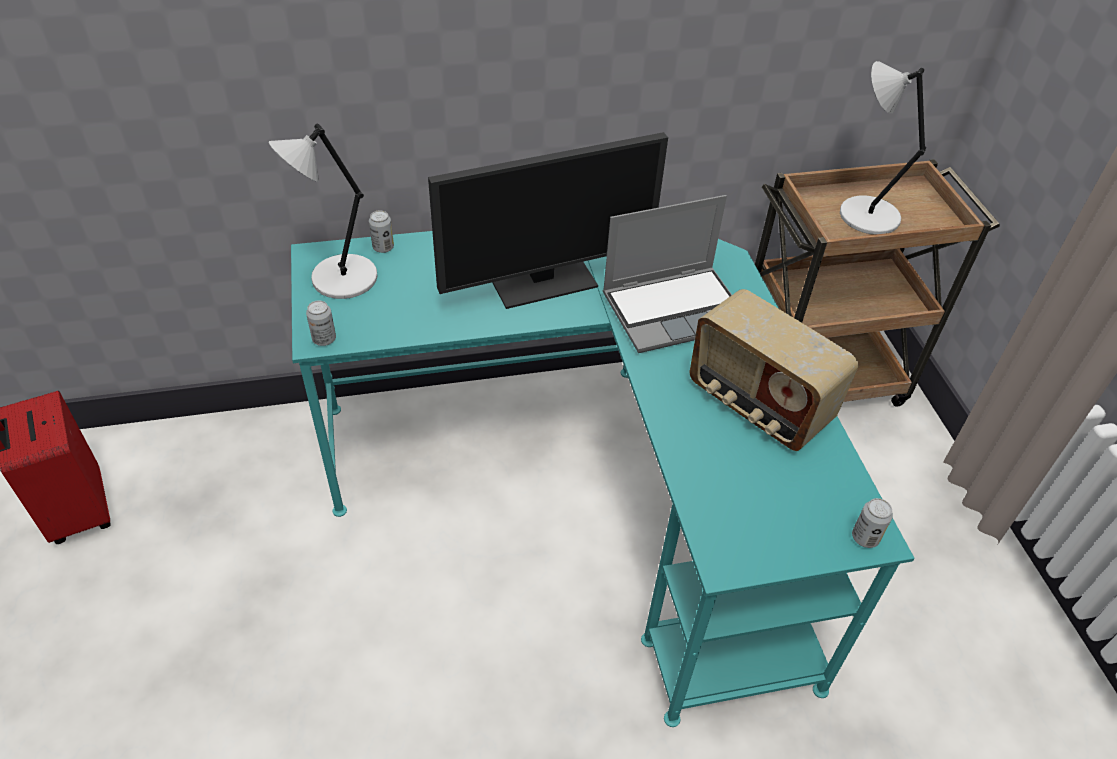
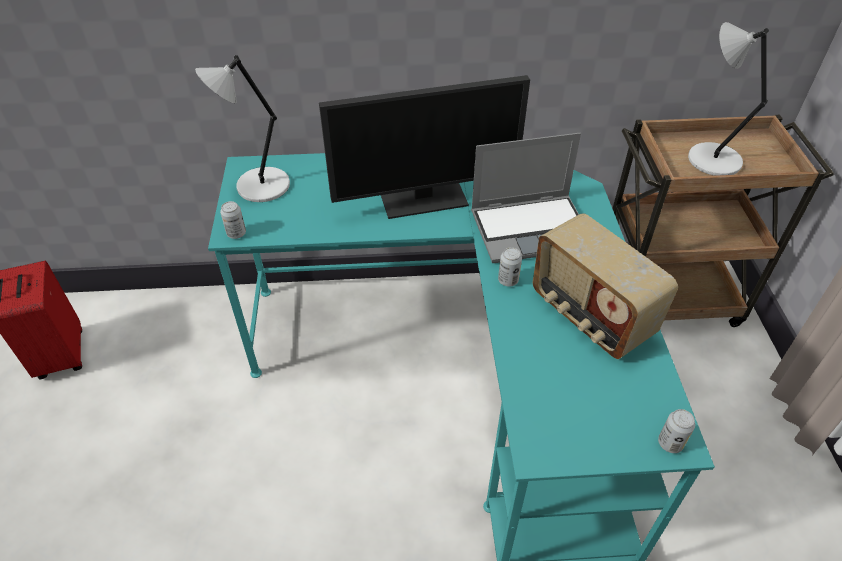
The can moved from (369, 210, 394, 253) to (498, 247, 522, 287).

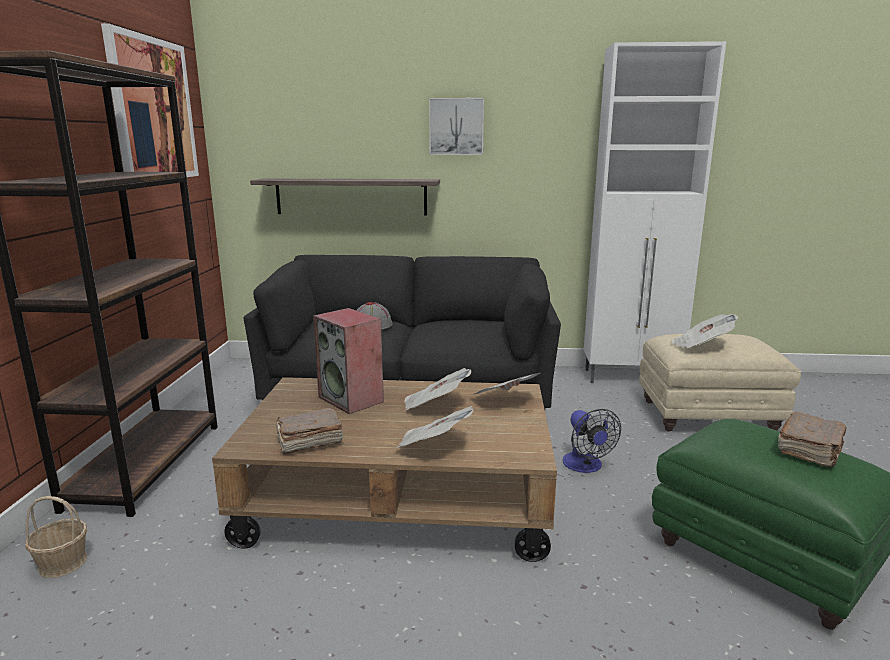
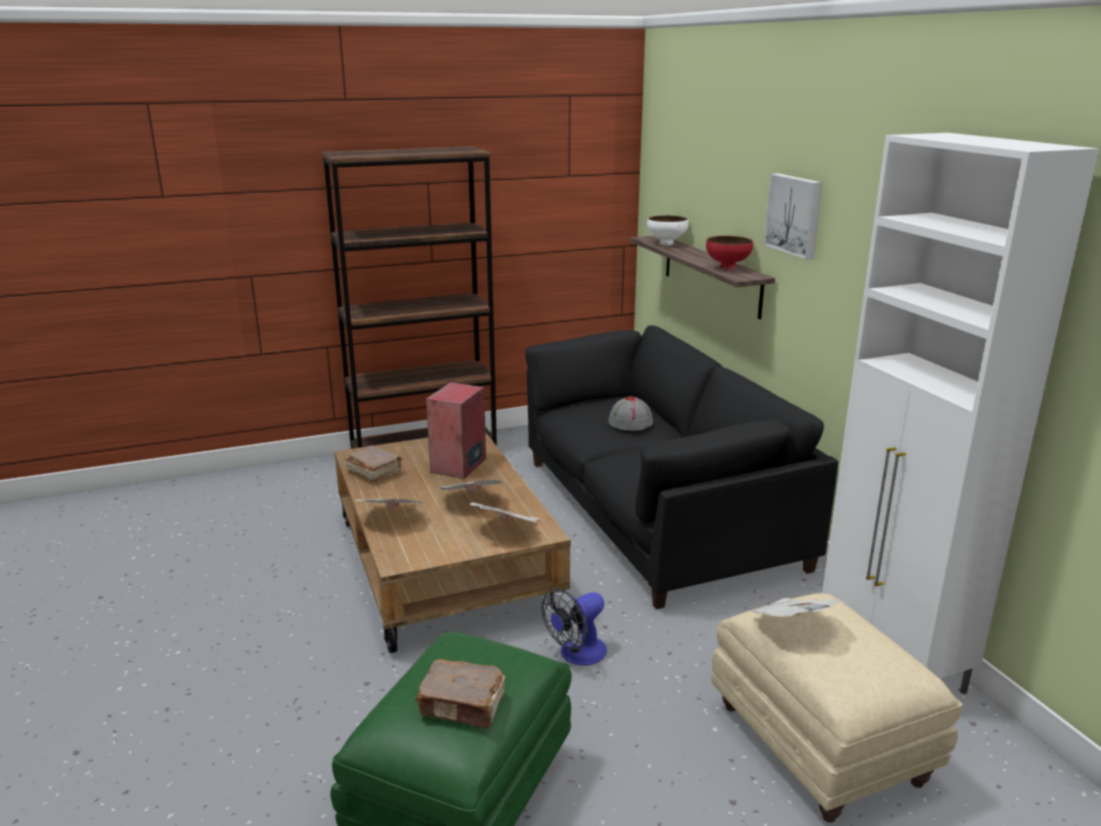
The picture at (101, 23, 199, 177) disappeared. The household basket at (25, 496, 87, 578) disappeared. The whitish serving bowl at (647, 215, 689, 245) appeared. The red serving bowl at (706, 236, 753, 271) appeared.

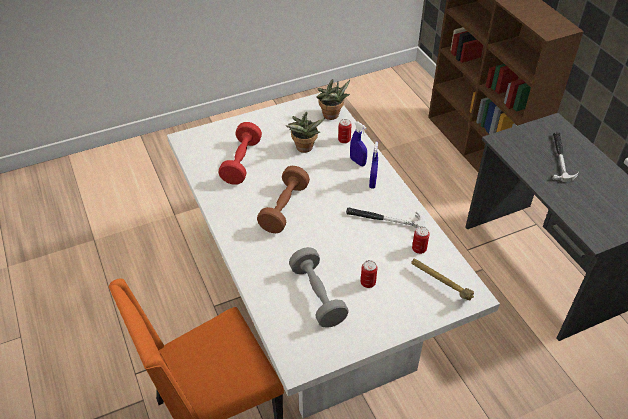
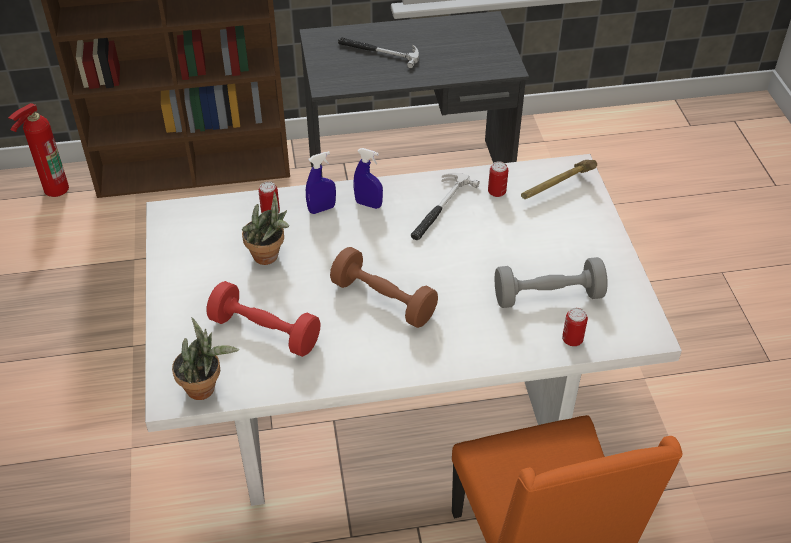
The houseplant moved from (316, 79, 350, 120) to (172, 318, 239, 400). The can moved from (361, 260, 377, 288) to (562, 308, 588, 346). The fire-fighting cylinder at (8, 103, 69, 197) appeared.

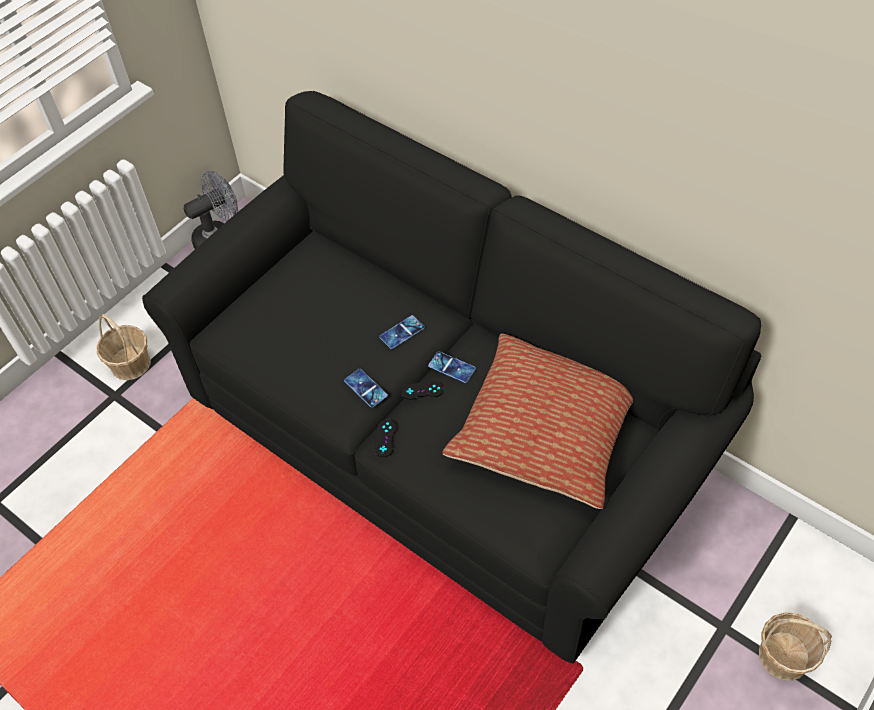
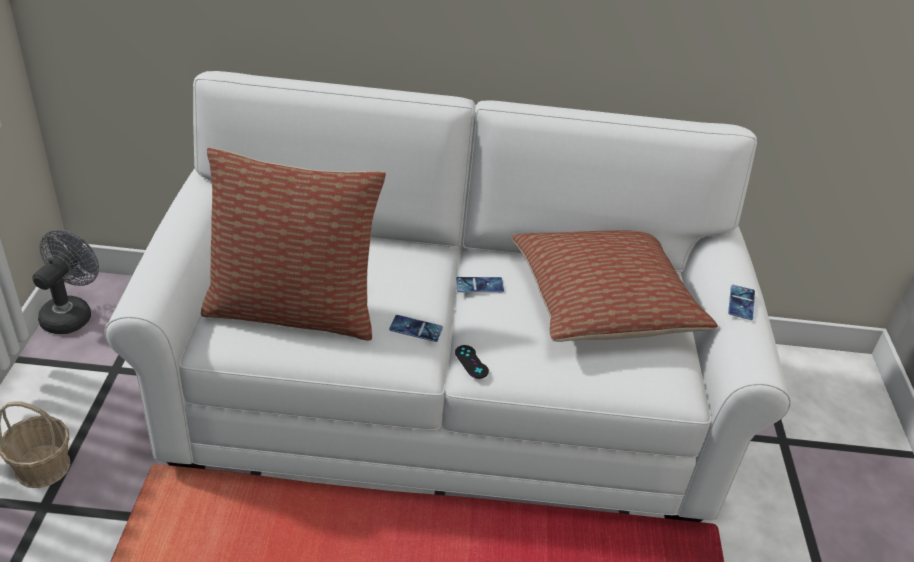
The blackish sofa at (142, 91, 762, 664) became the whitish sofa at (104, 71, 791, 522). The phone moved from (379, 315, 425, 349) to (728, 285, 755, 320). The blackish gamepad at (402, 381, 444, 400) disappeared. The household basket at (759, 612, 832, 681) disappeared. The throw pillow at (201, 147, 386, 340) appeared.

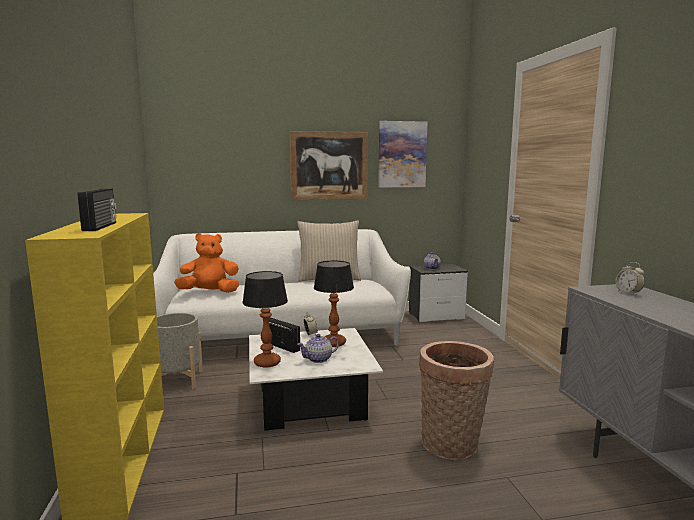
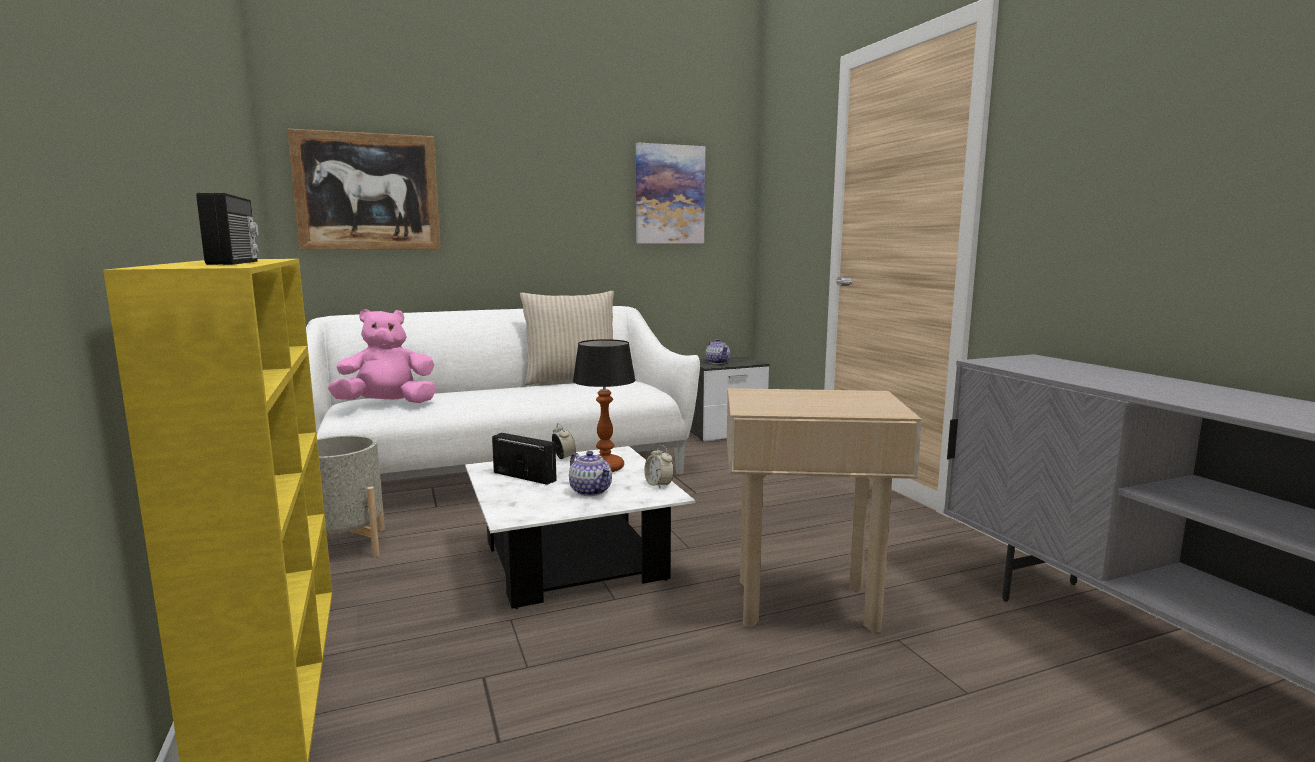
The picture moved from (289, 131, 368, 200) to (287, 129, 441, 250). The orange-coloured plush toy at (174, 233, 239, 293) became the pink-coloured plush toy at (328, 309, 437, 403). The table clock moved from (615, 262, 645, 295) to (644, 445, 674, 489). The lamp for a table at (242, 271, 288, 368) disappeared. The teapot at (297, 334, 339, 363) turned 90 degrees counterclockwise. The household basket at (419, 341, 494, 460) was replaced by the sand-coloured side table at (727, 388, 922, 633).

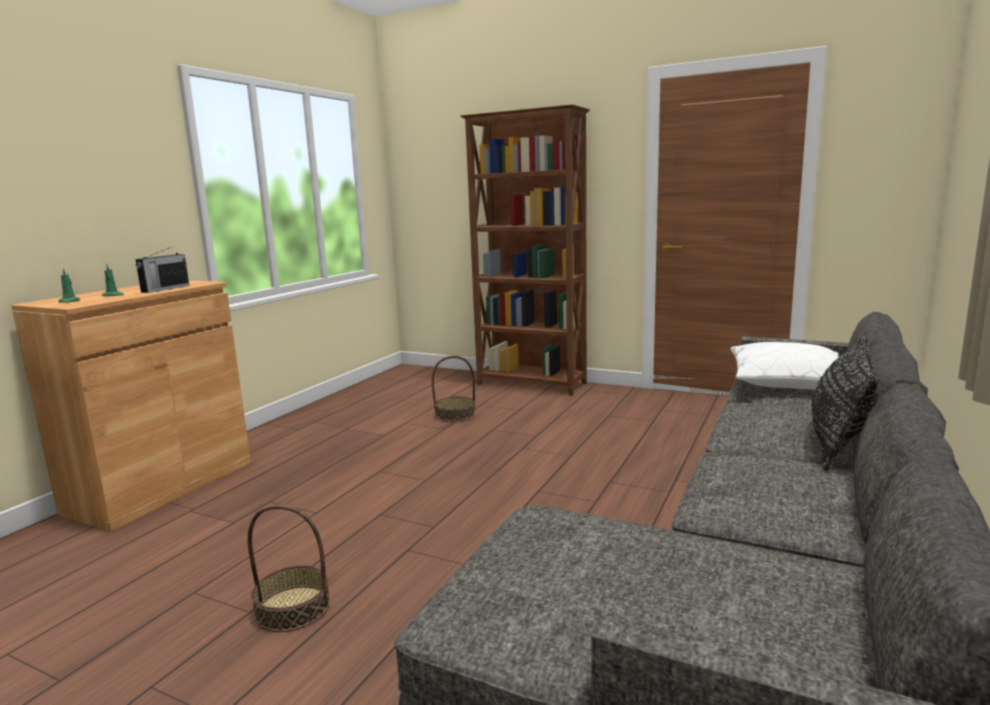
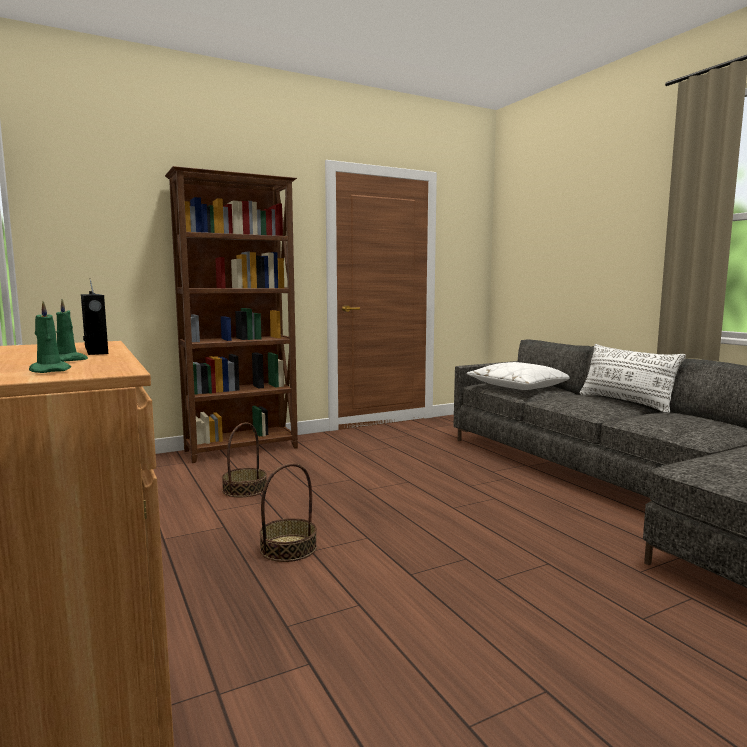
The blackish throw pillow at (811, 335, 879, 471) became the whitish throw pillow at (580, 344, 686, 413). The household basket moved from (248, 505, 330, 632) to (259, 463, 317, 562).

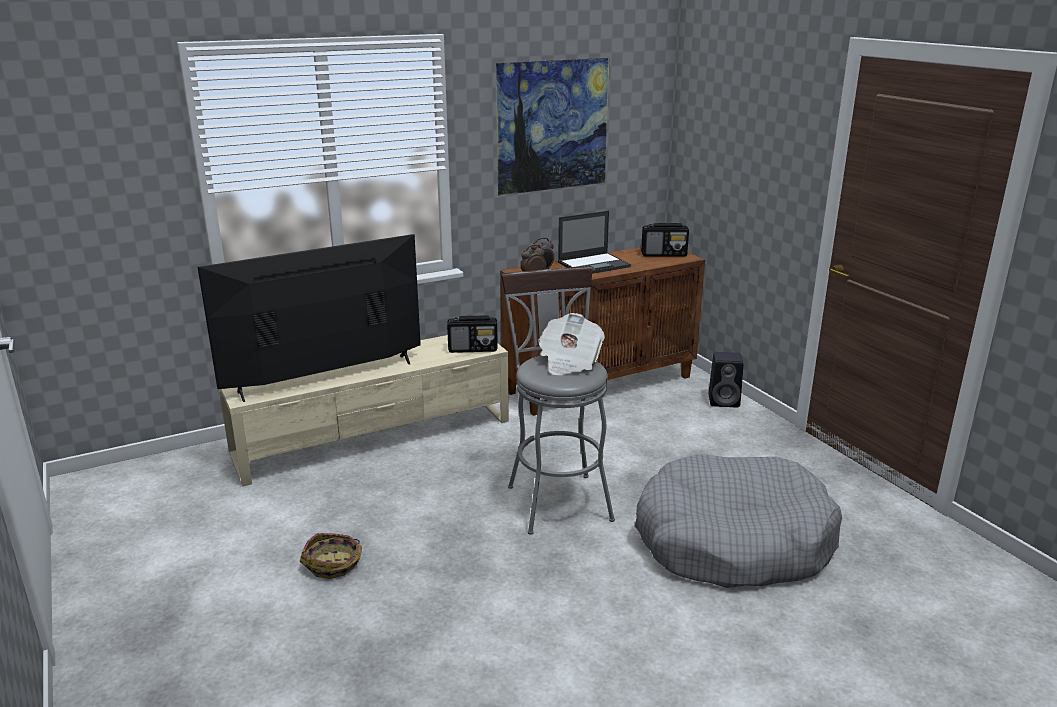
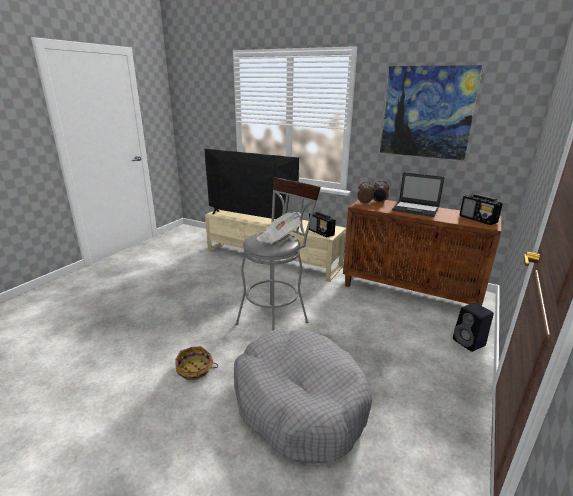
The household basket moved from (300, 533, 362, 579) to (175, 346, 218, 380).

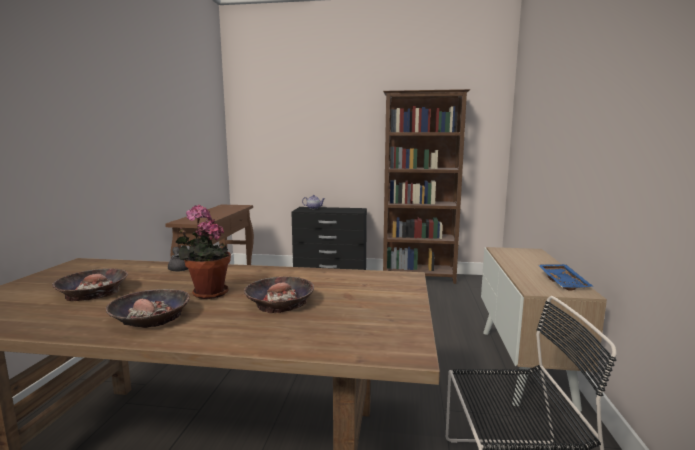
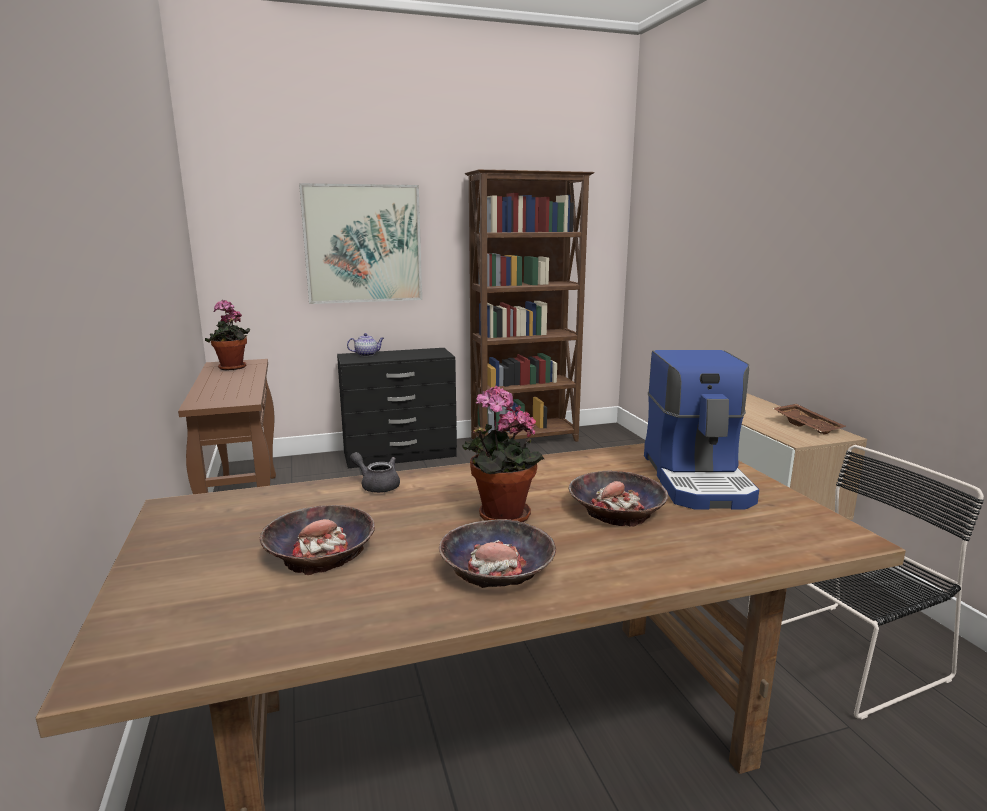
The blue carrying tray at (538, 264, 593, 290) became the brown-coloured carrying tray at (772, 404, 846, 435). The picture at (299, 183, 422, 304) appeared. The houseplant at (205, 300, 250, 370) appeared. The coffee maker at (644, 350, 759, 510) appeared.

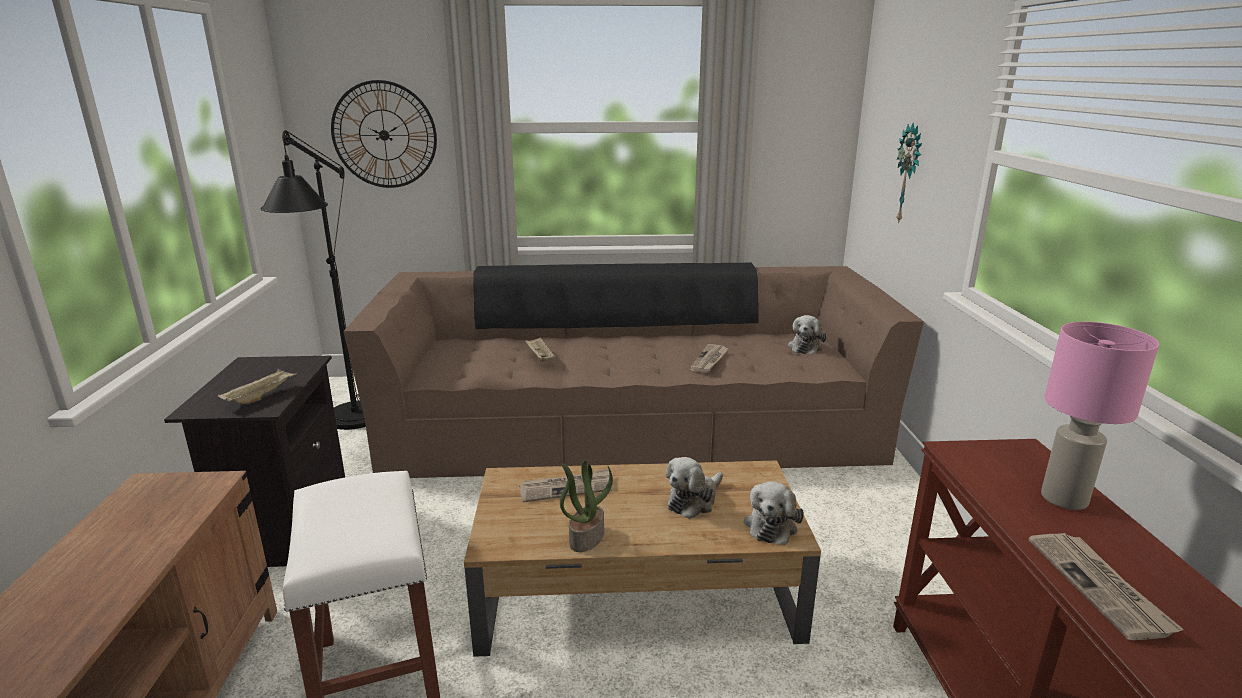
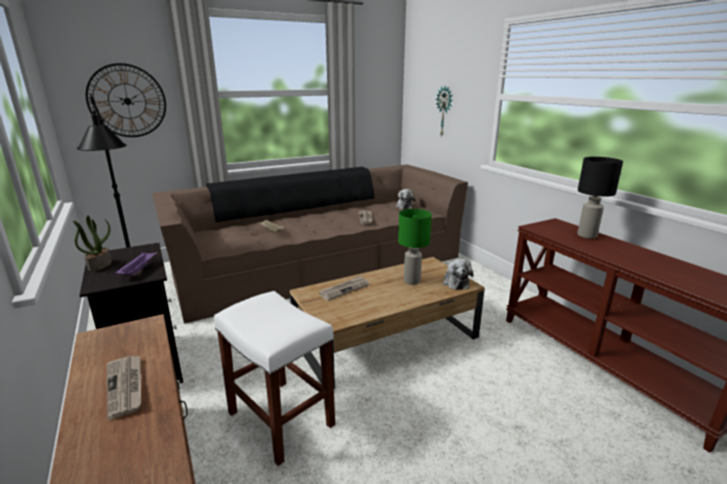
The pink-coloured lamp for a table at (1041, 322, 1159, 510) became the blackish lamp for a table at (577, 157, 623, 239). The sand-coloured carrying tray at (218, 369, 297, 404) became the purple carrying tray at (115, 252, 158, 275). The plush toy at (666, 457, 723, 519) was replaced by the green lamp for a table at (398, 209, 432, 285). The houseplant moved from (560, 460, 613, 552) to (73, 216, 112, 271). The newspaper moved from (1029, 533, 1184, 640) to (107, 356, 141, 420).

